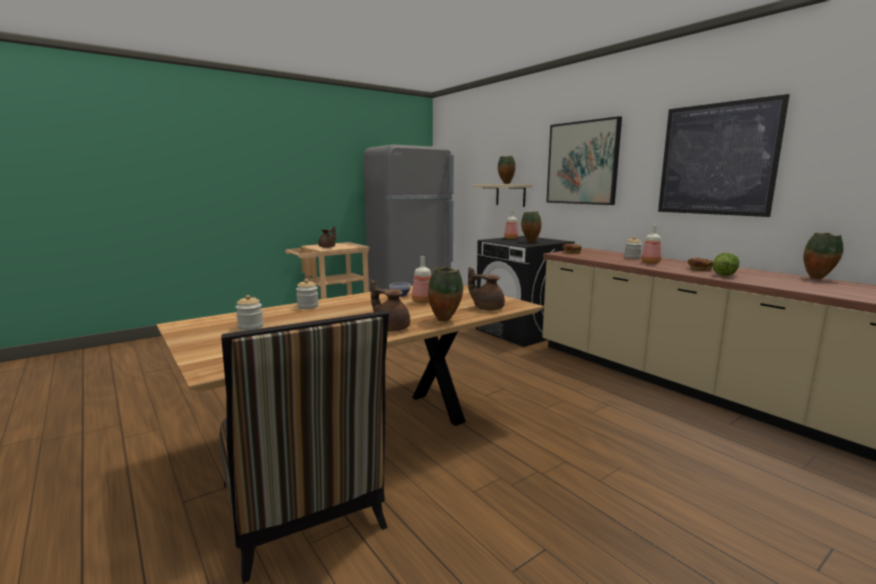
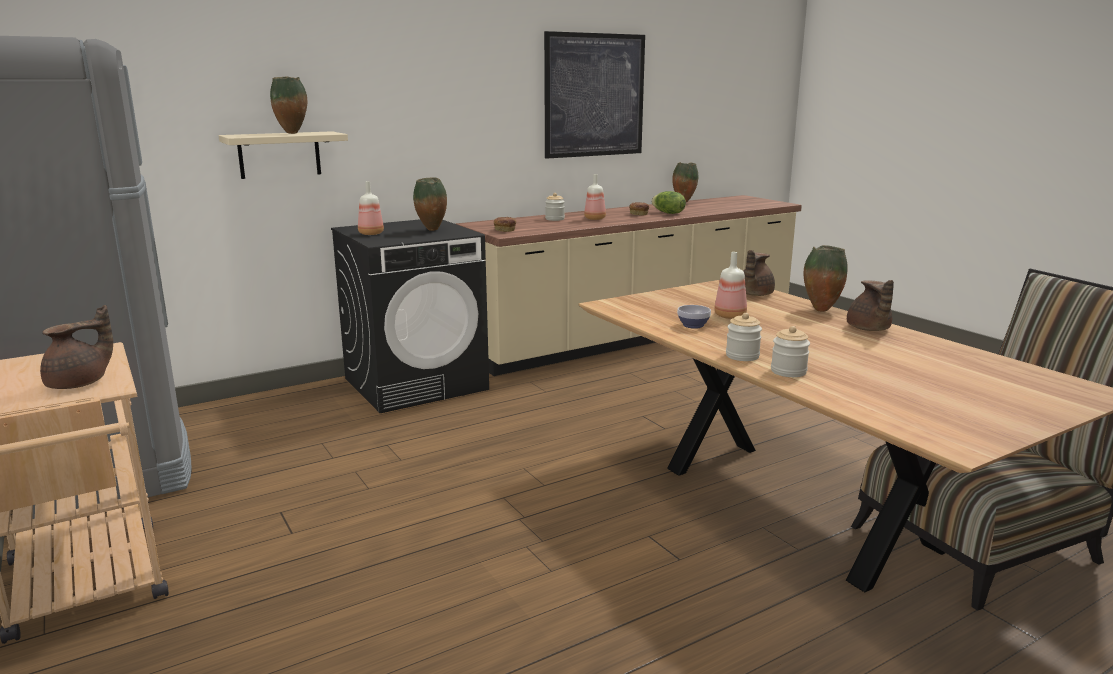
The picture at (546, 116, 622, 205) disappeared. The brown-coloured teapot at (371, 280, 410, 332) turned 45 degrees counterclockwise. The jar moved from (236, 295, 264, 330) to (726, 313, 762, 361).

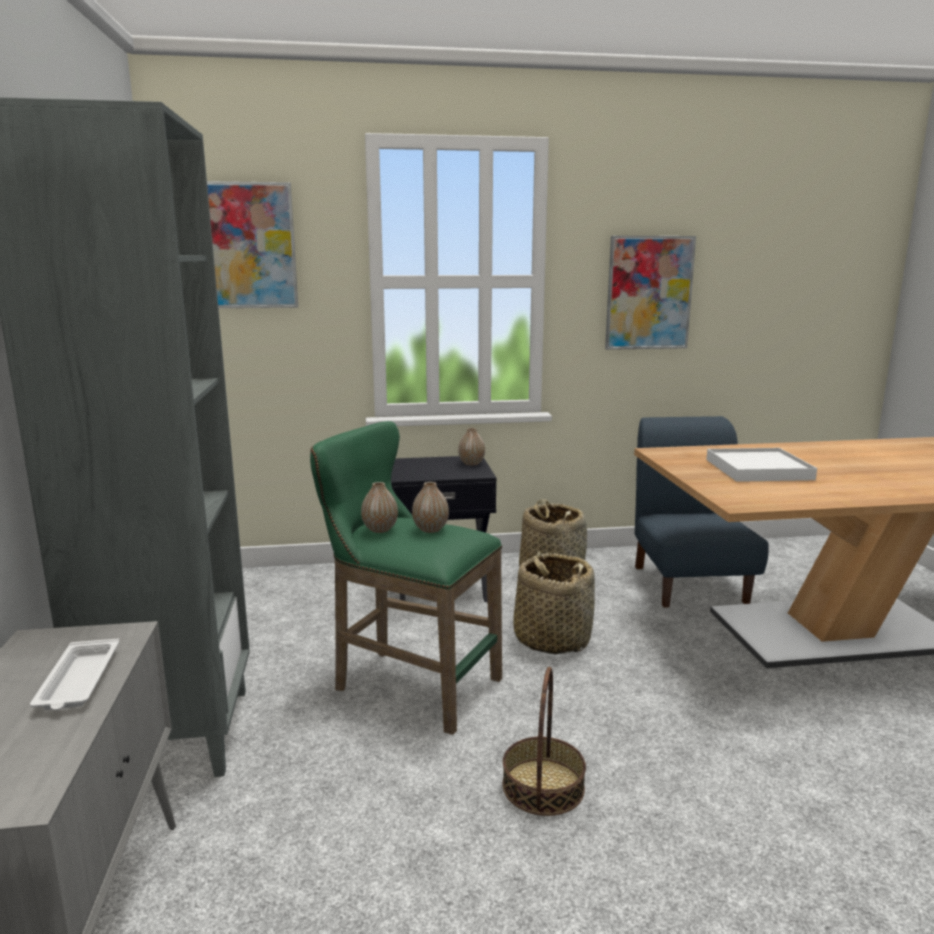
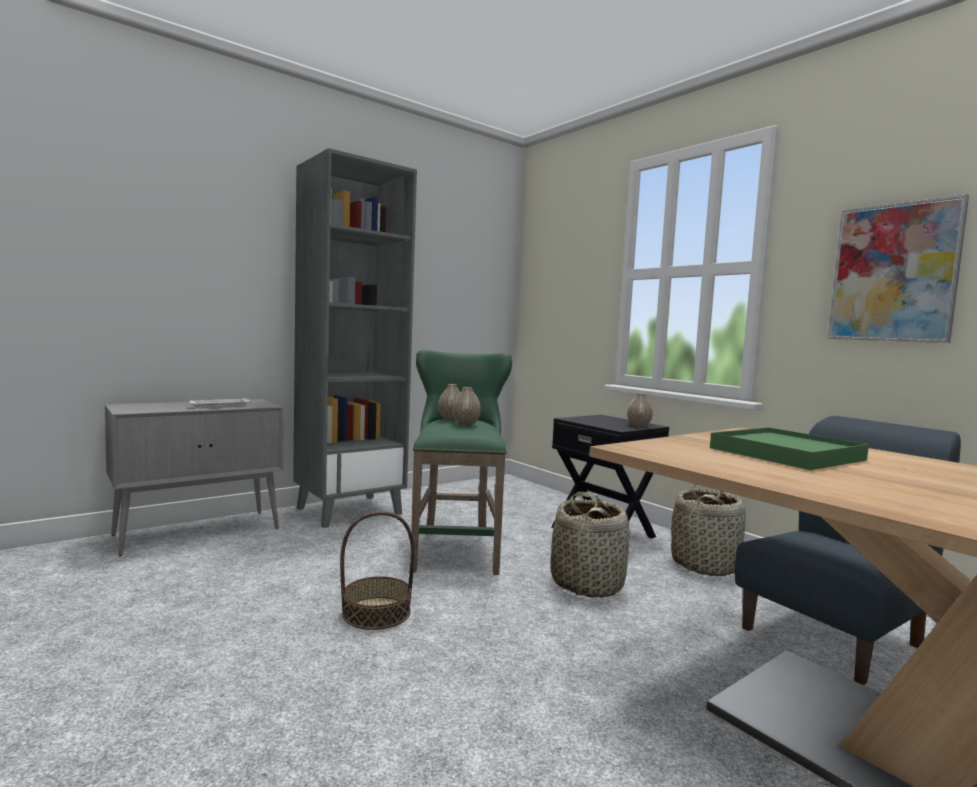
The picture at (207, 181, 298, 308) disappeared. The whitish carrying tray at (706, 448, 817, 482) became the green carrying tray at (710, 427, 869, 470).

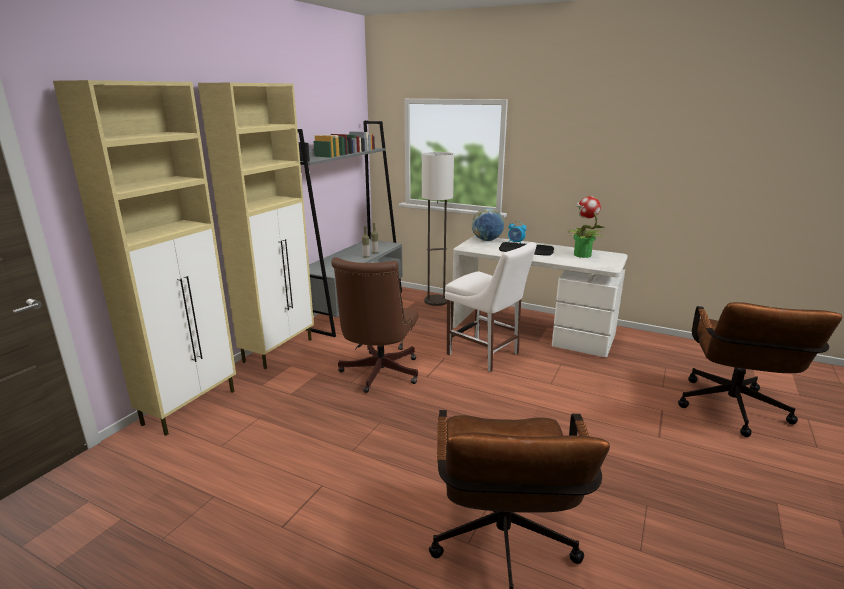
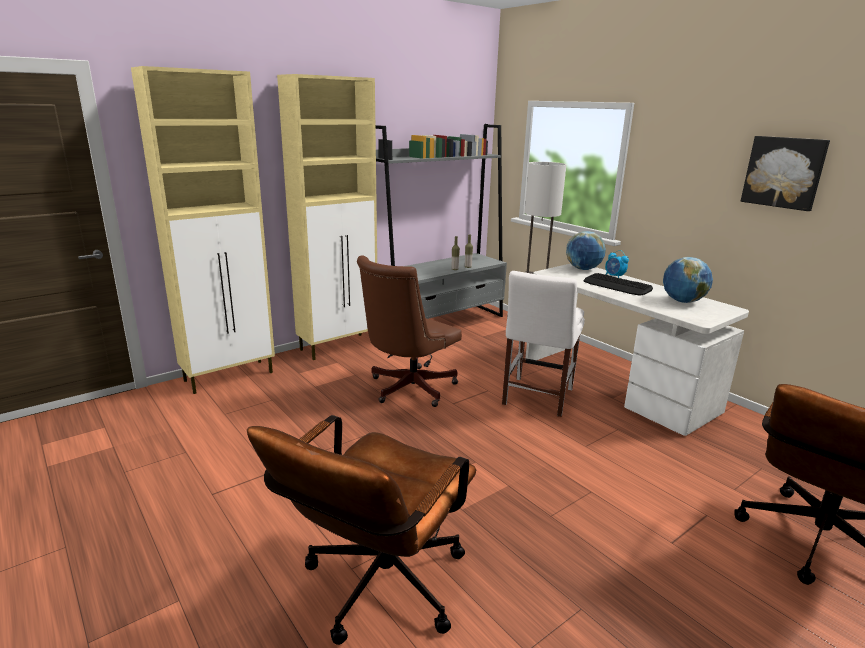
The houseplant at (570, 196, 604, 258) was replaced by the globe at (663, 257, 713, 303). The whitish chair at (445, 242, 536, 372) turned 45 degrees clockwise. The picture at (741, 136, 830, 211) appeared.

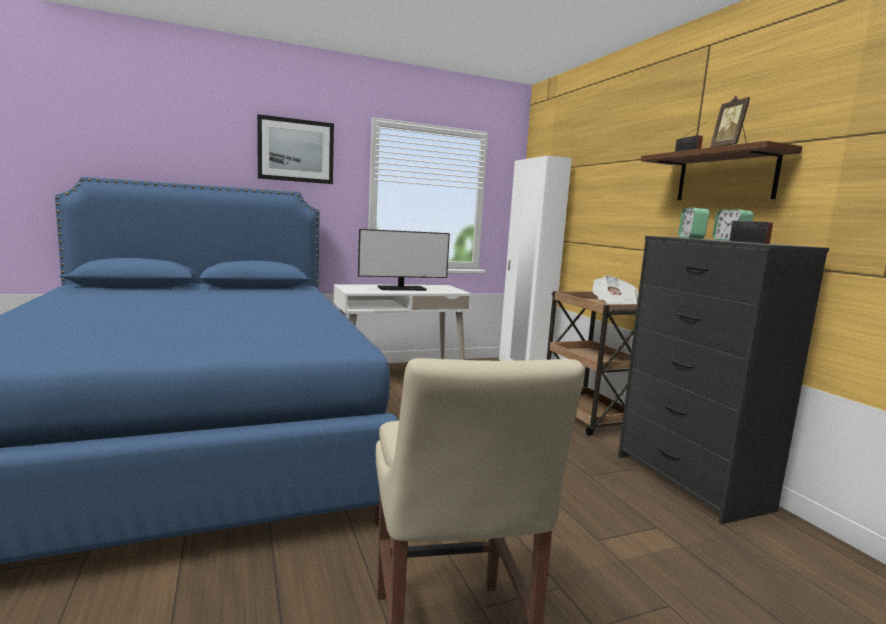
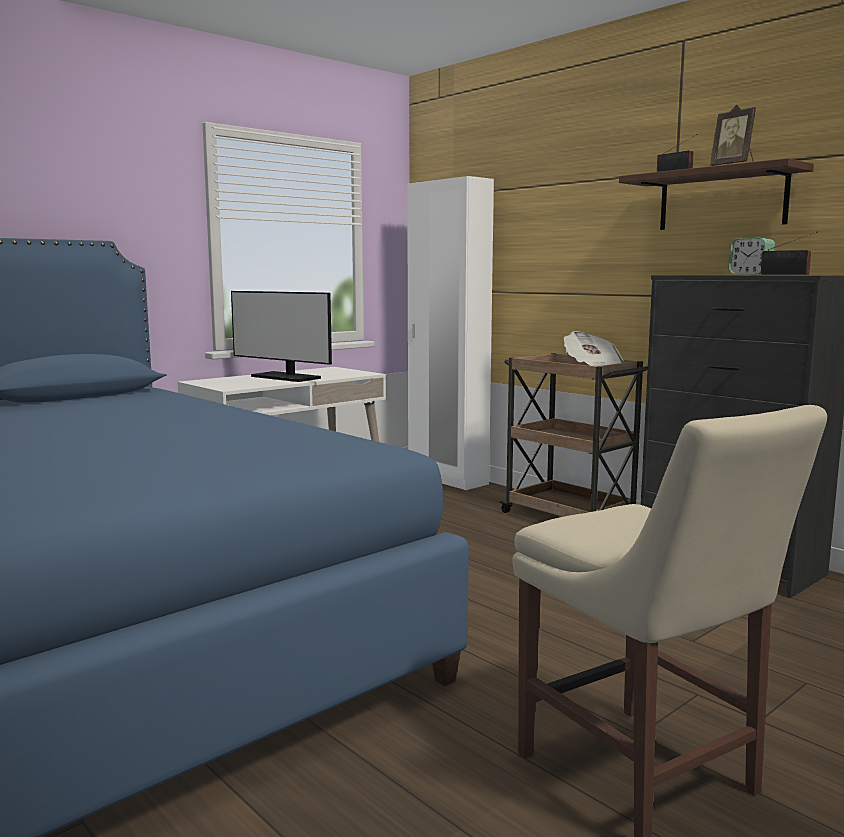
The picture at (257, 114, 334, 184) disappeared. The table clock at (678, 208, 709, 239) disappeared. The monitor at (358, 229, 450, 291) turned 75 degrees clockwise.

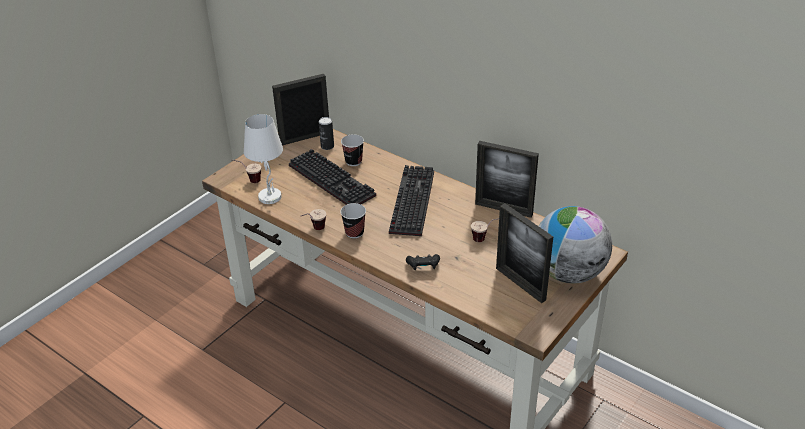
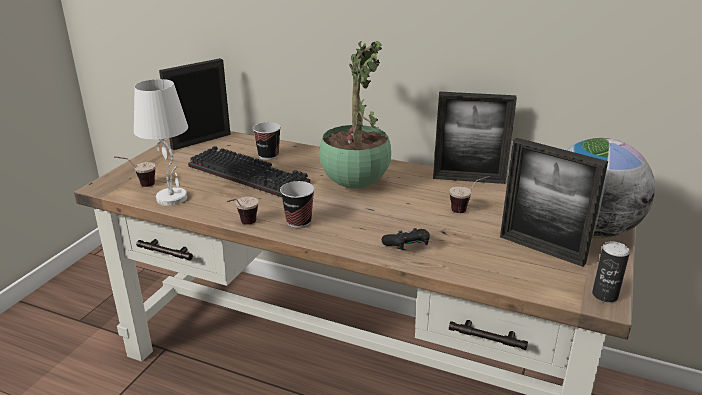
The can moved from (319, 117, 334, 150) to (592, 242, 630, 302). The PC keyboard at (389, 165, 434, 236) was replaced by the houseplant at (319, 41, 391, 188).

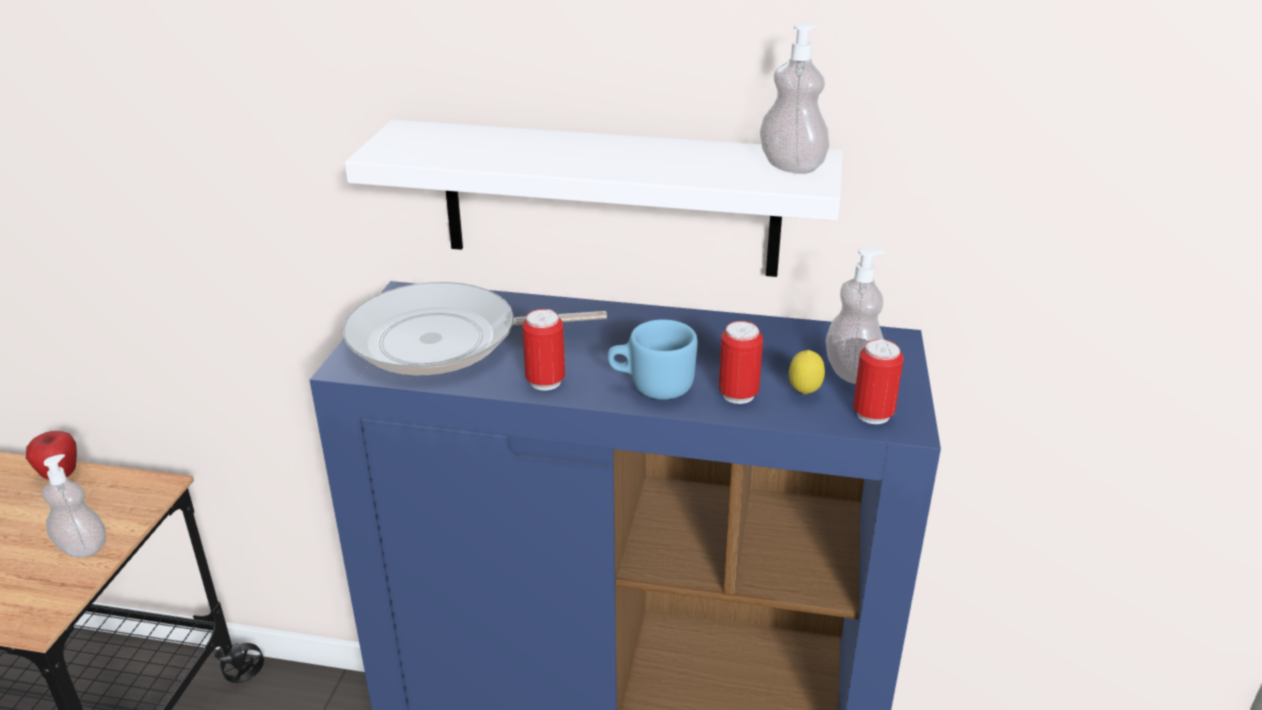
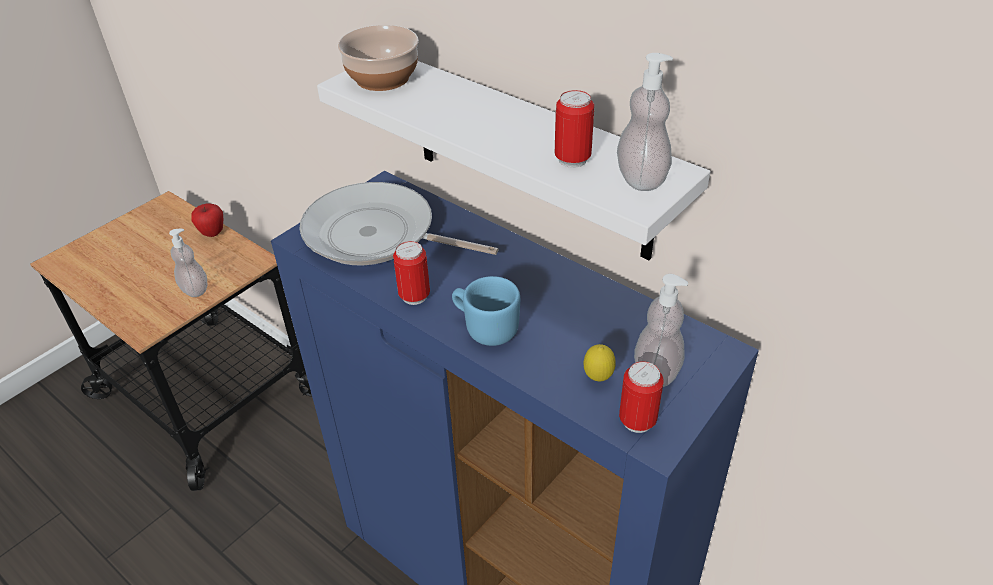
The can moved from (719, 321, 763, 404) to (555, 90, 594, 168). The serving bowl at (338, 25, 419, 91) appeared.

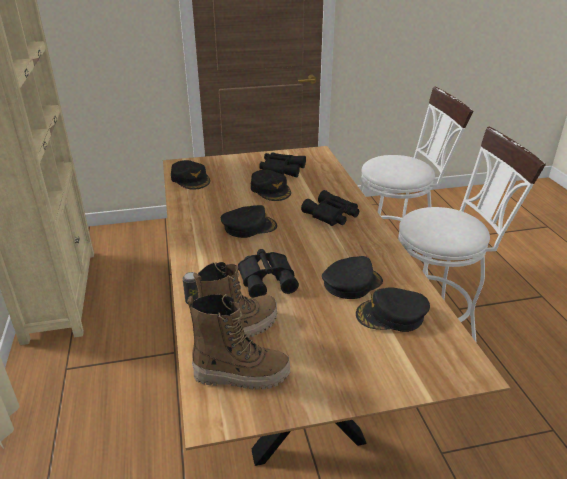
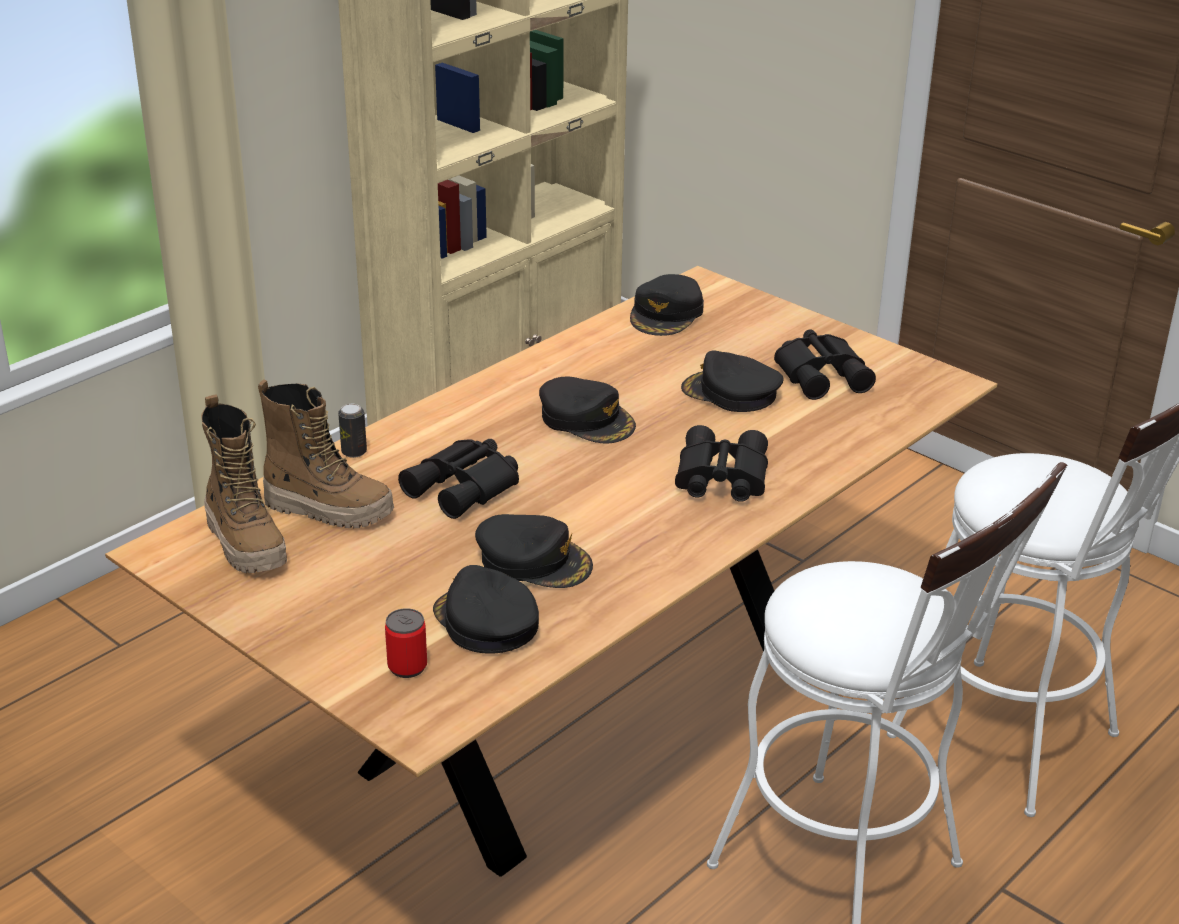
The blackish cap at (251, 170, 291, 201) turned 90 degrees clockwise. The can at (385, 608, 427, 678) appeared.

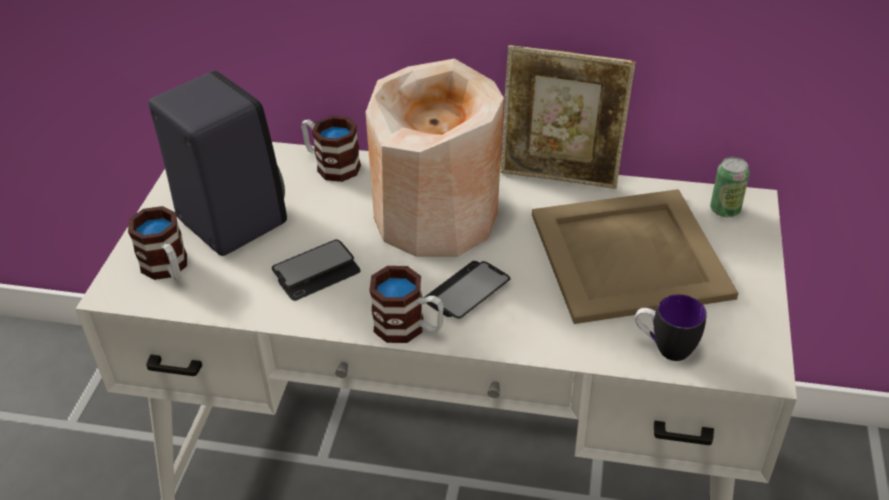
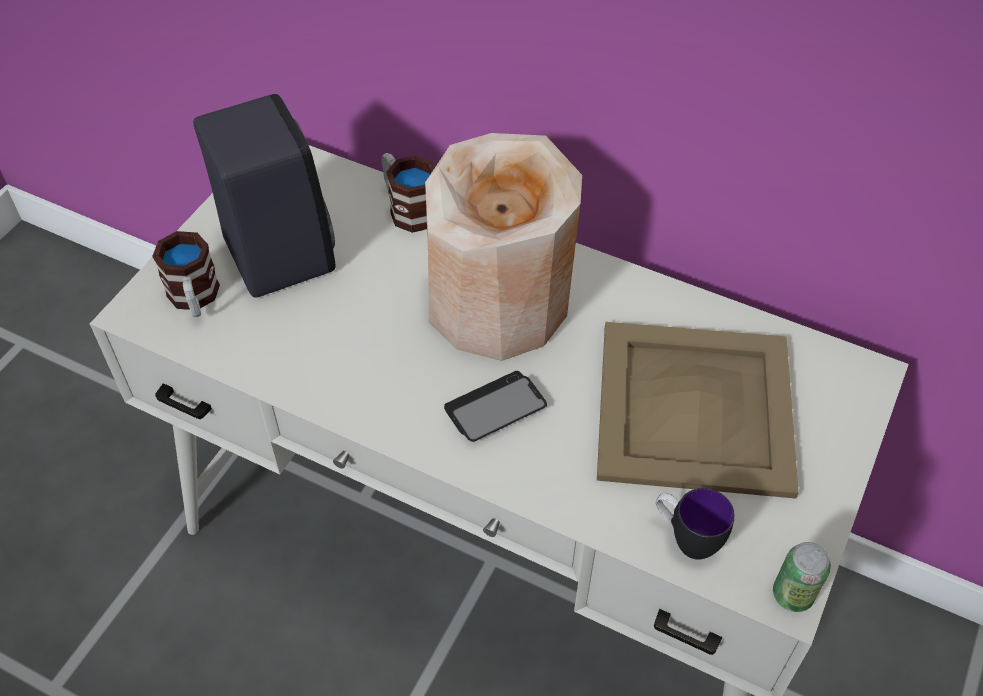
The photo frame at (500, 45, 636, 189) disappeared. The can moved from (710, 157, 750, 217) to (773, 542, 831, 612). The phone at (272, 239, 361, 301) disappeared. The tea mug at (370, 266, 444, 343) disappeared.

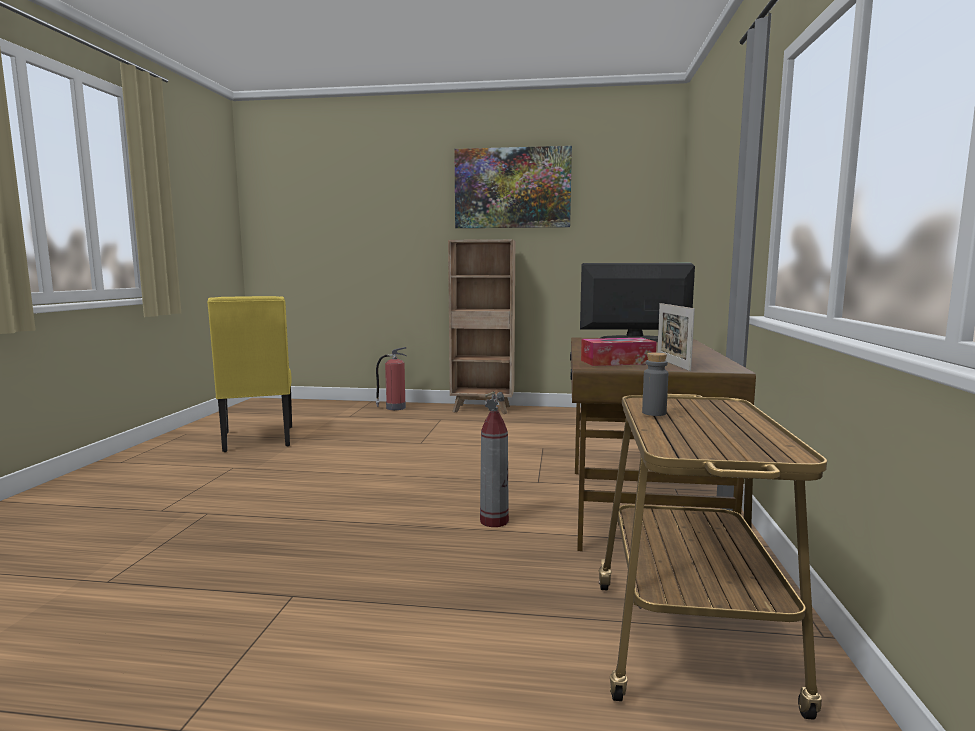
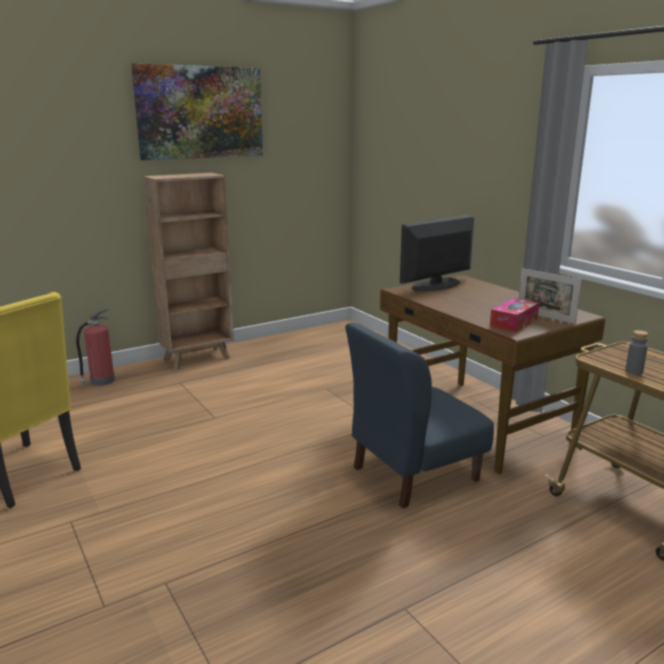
The fire-fighting cylinder at (480, 392, 509, 527) was replaced by the blue chair at (345, 323, 494, 508).

